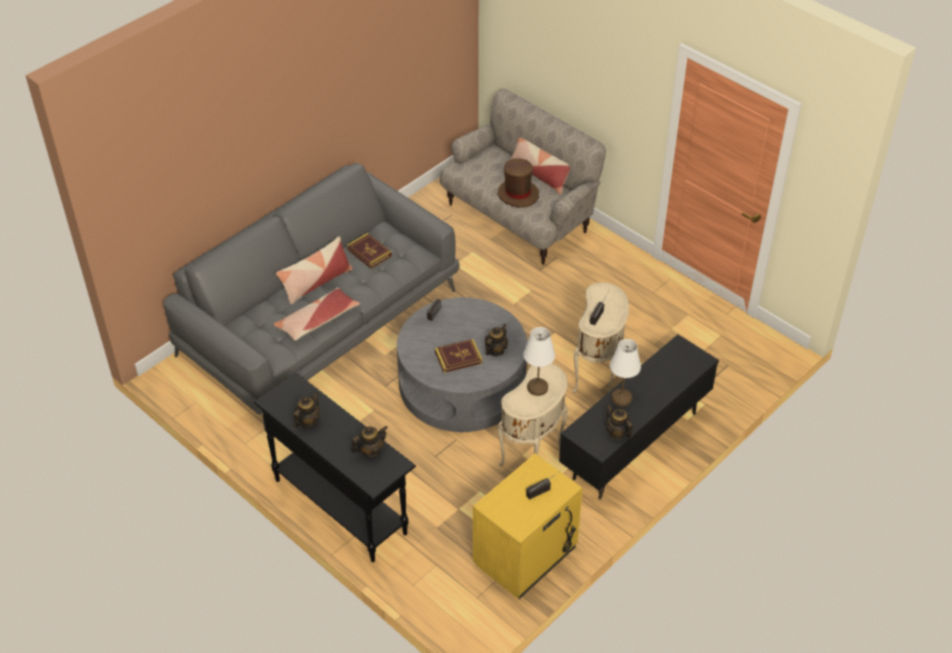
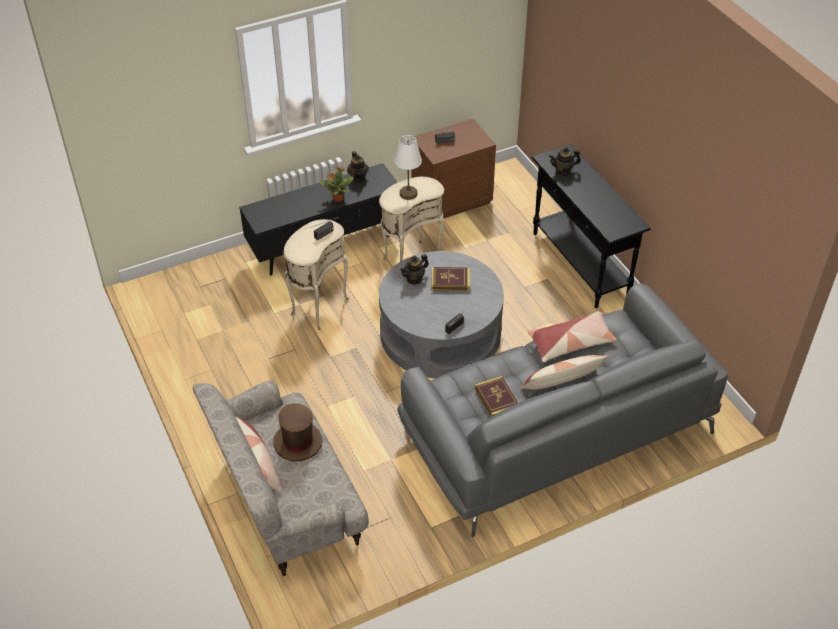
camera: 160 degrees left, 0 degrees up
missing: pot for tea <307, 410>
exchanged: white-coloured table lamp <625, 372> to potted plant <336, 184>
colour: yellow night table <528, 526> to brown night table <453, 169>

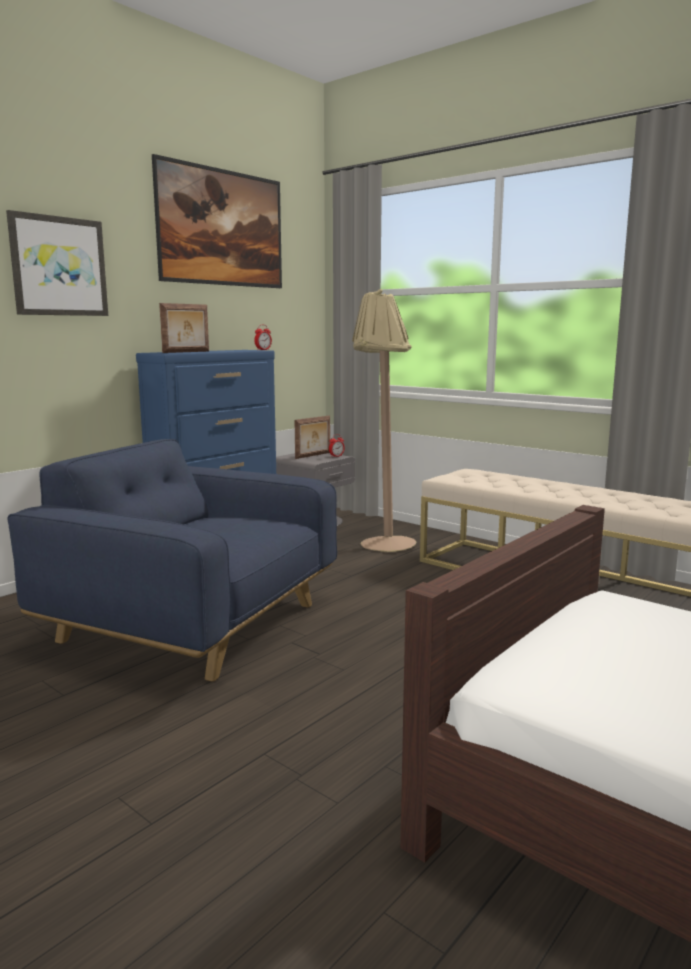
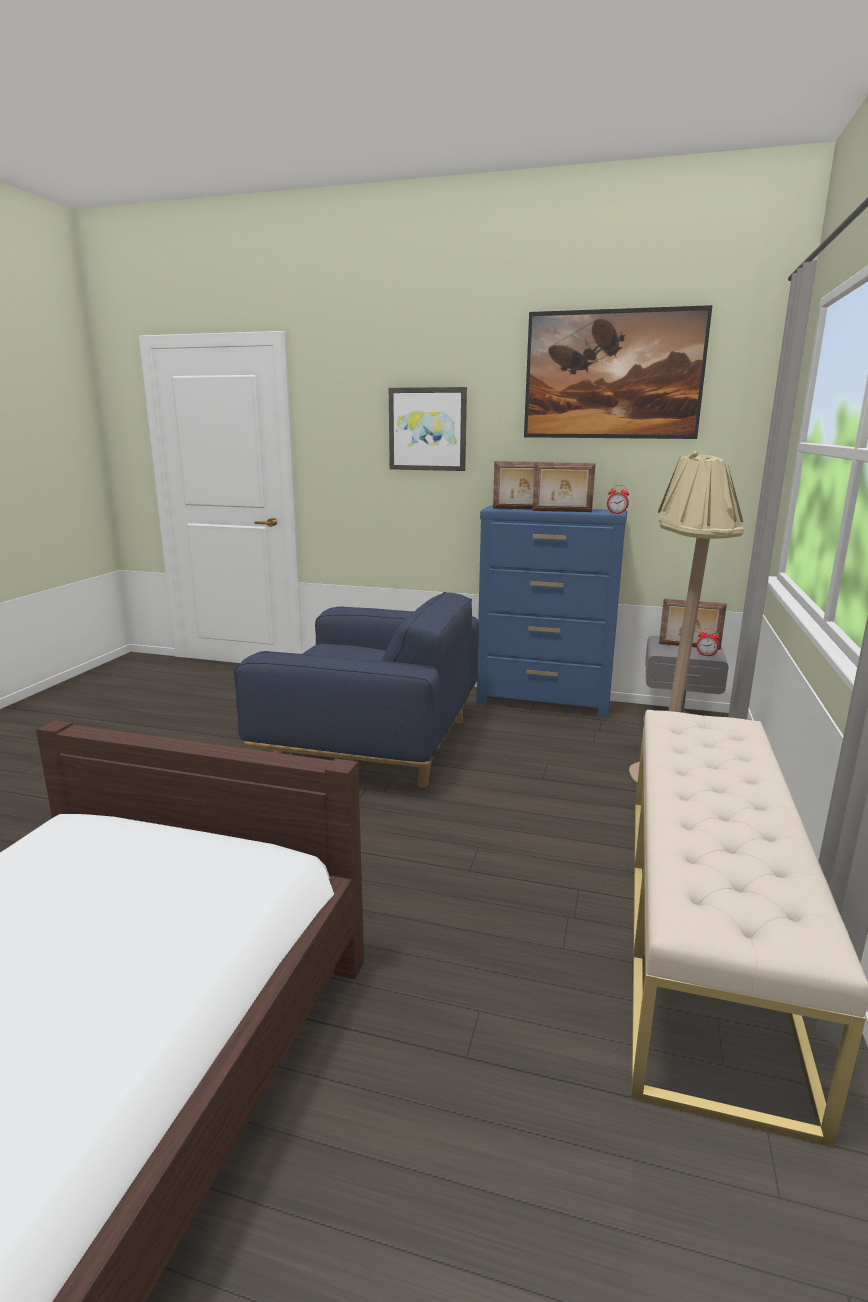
camera: 65 degrees right, 5 degrees up
appeared: standing frame <564, 487>
spun: blue easy chair <172, 560> = <356, 690> 105 degrees clockwise

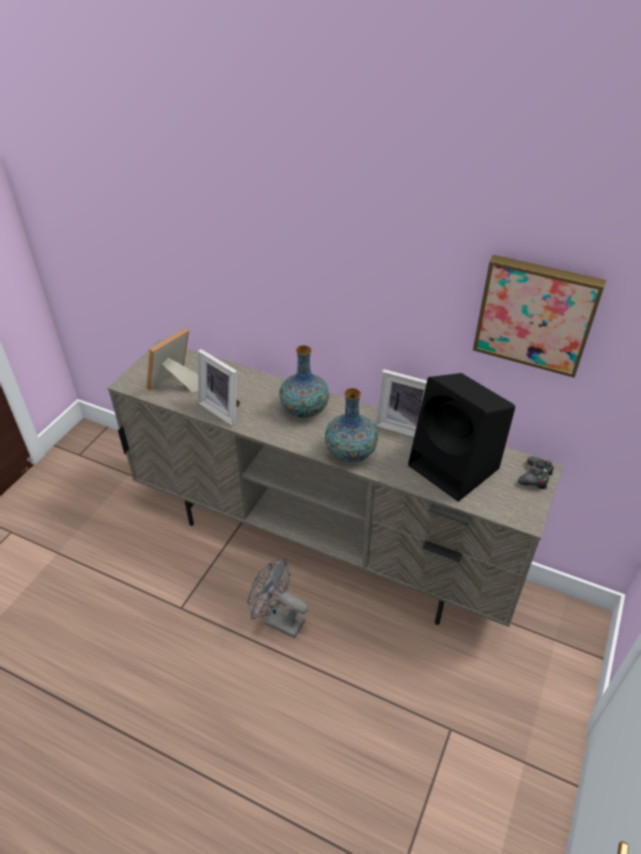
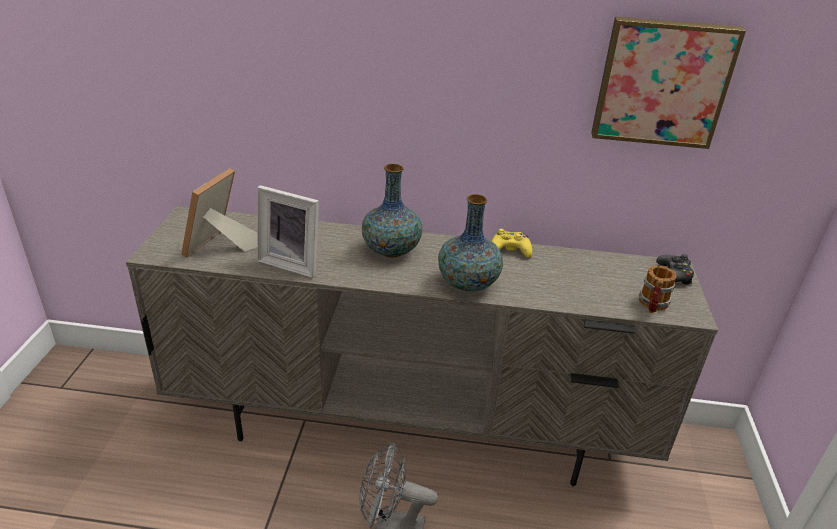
camera: 20 degrees left, 10 degrees down
missing: black speaker <461, 437>
appeared: coffee mug <658, 289>
exchanged: standing frame <401, 403> to yellow gamepad <512, 243>

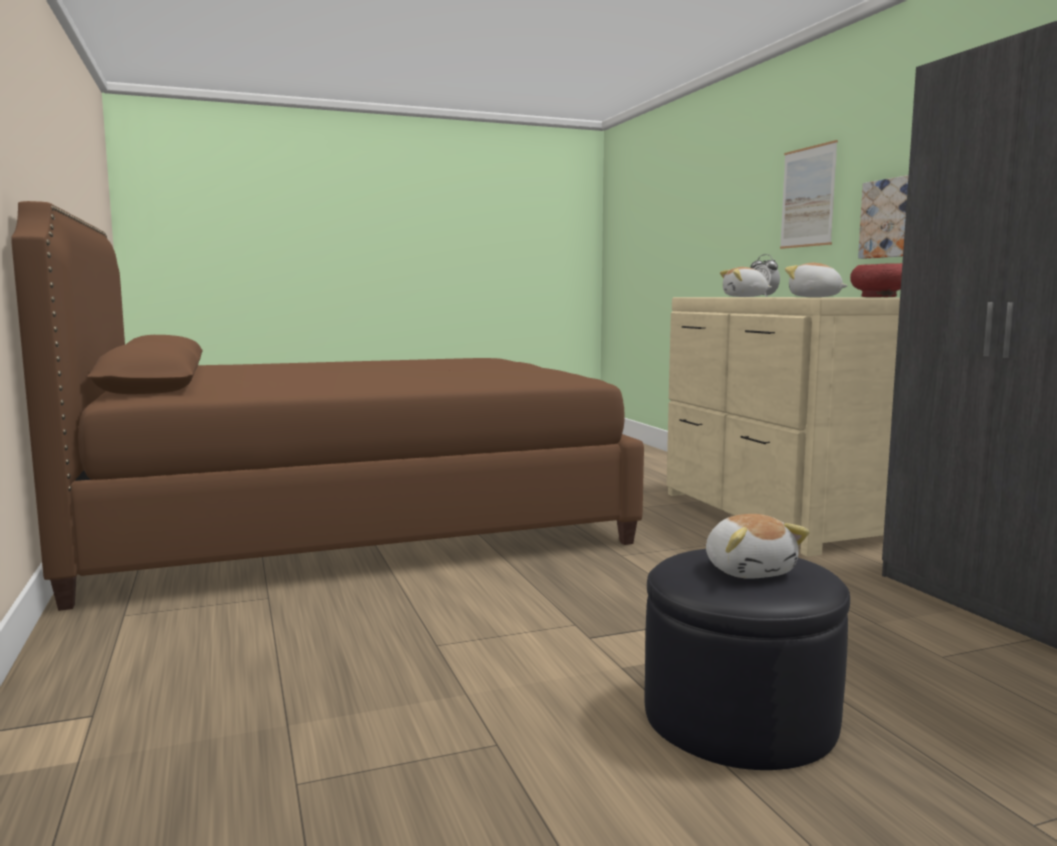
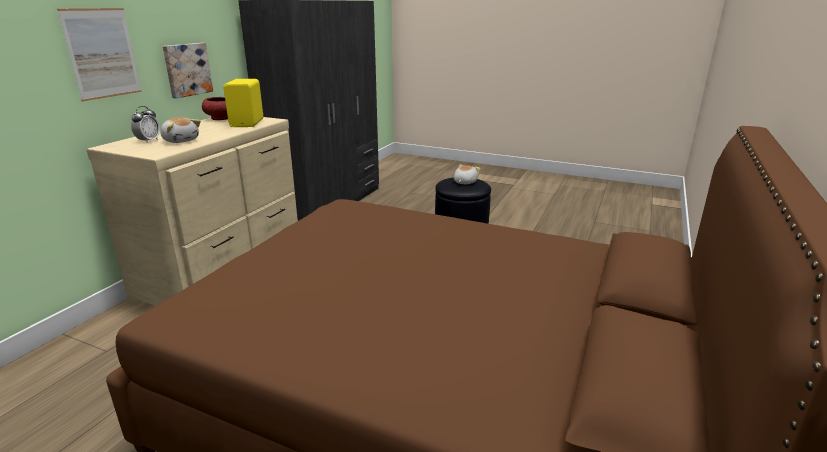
camera: 135 degrees left, 15 degrees up
exchanged: soft toy <816, 280> to yellow speaker <243, 103>

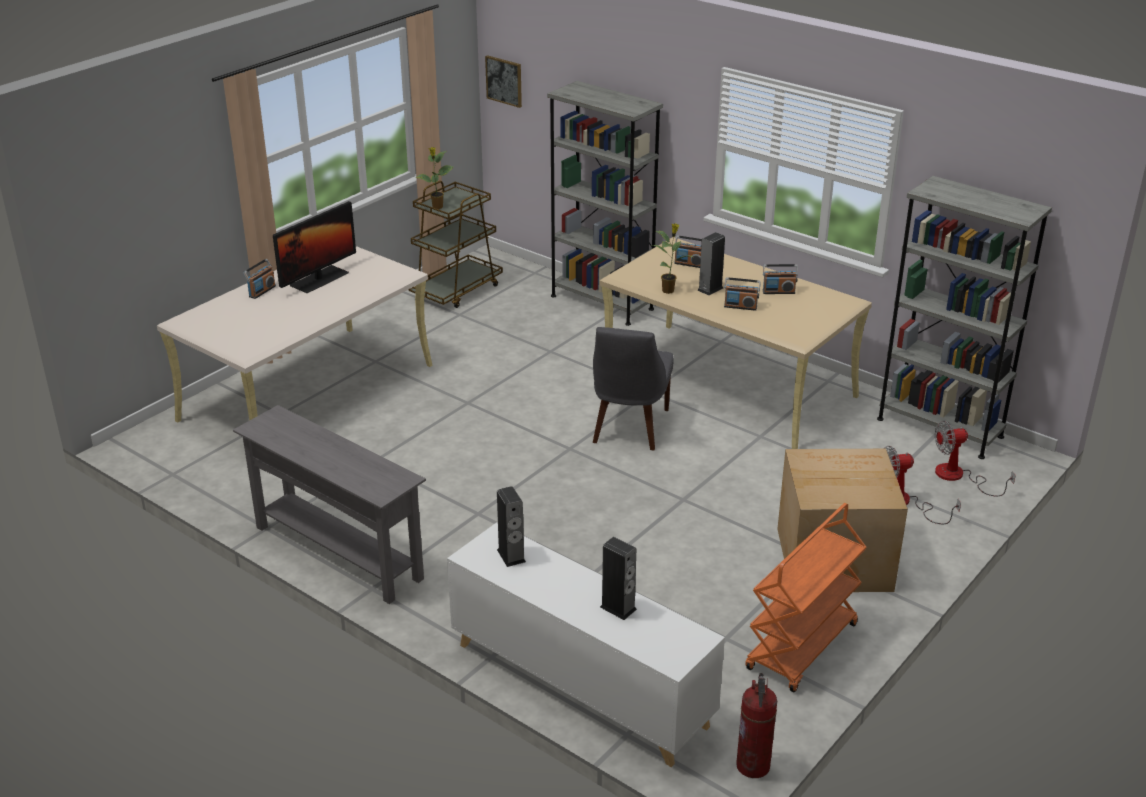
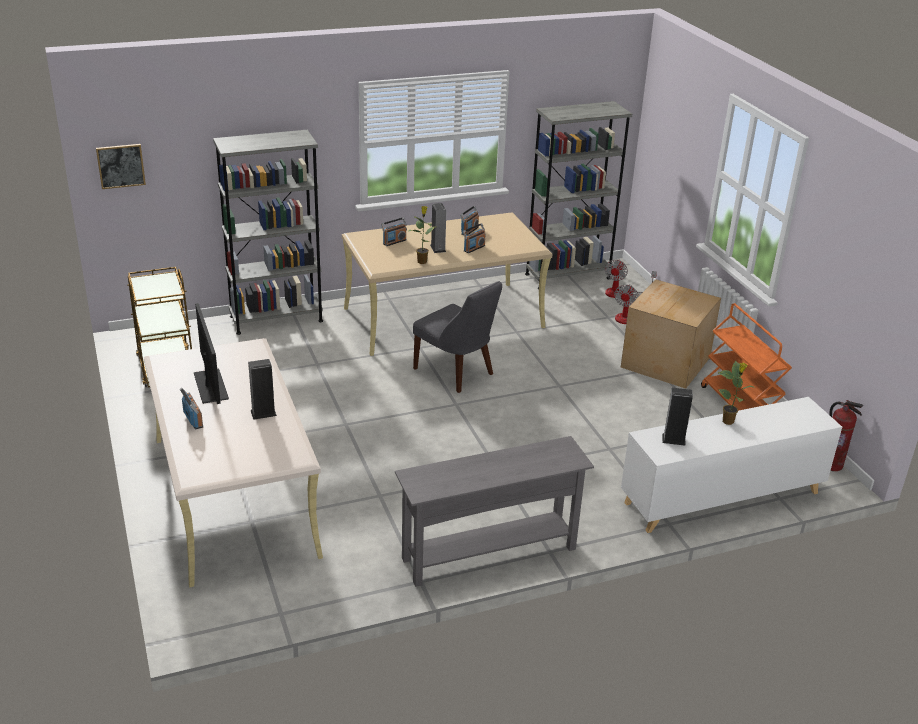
camera: 60 degrees left, 0 degrees up
relocated: speaker <618, 578> to <262, 389>; potted plant <434, 178> to <736, 393>

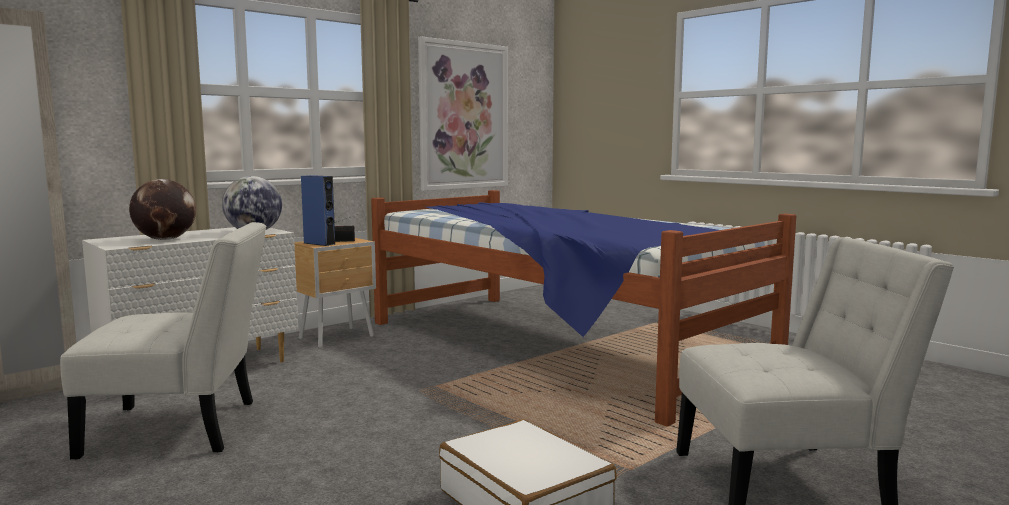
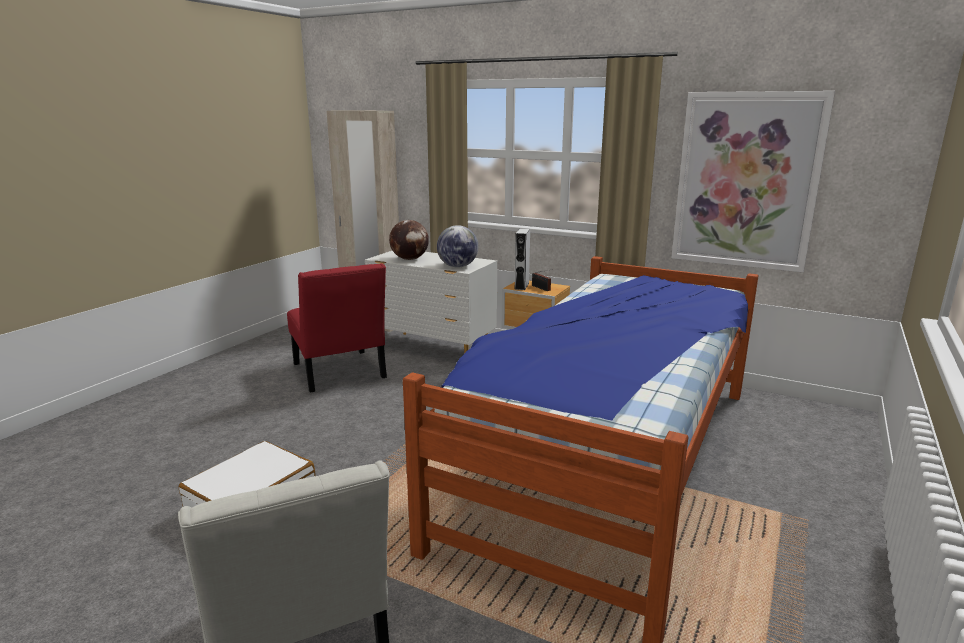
camera: 70 degrees right, 10 degrees up
colour: white-coloured chair <163, 340> to red chair <337, 328>; blue speaker <318, 210> to greyish speaker <522, 259>

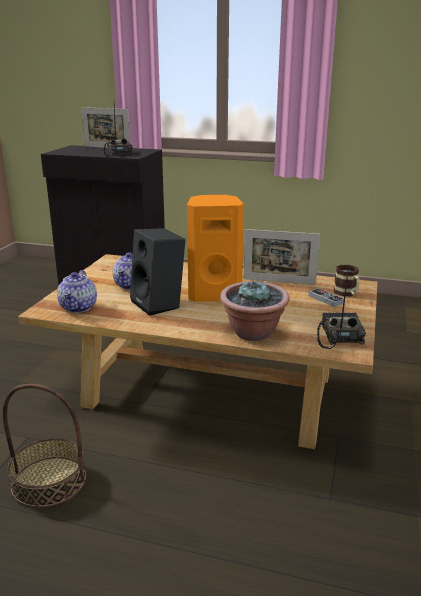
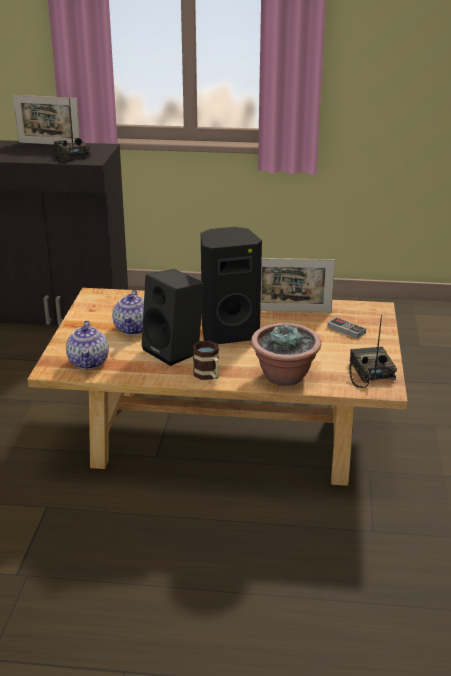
camera: 10 degrees left, 5 degrees up
missing: household basket <44, 446>
relocated: coffee mug <347, 280> to <206, 360>
colour: orange-coloured speaker <215, 248> to black speaker <231, 285>

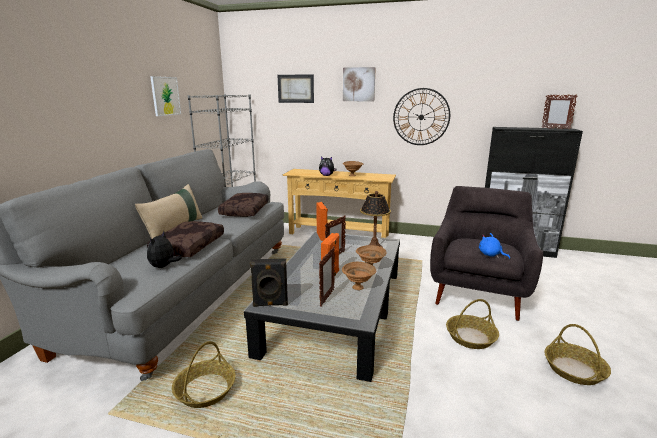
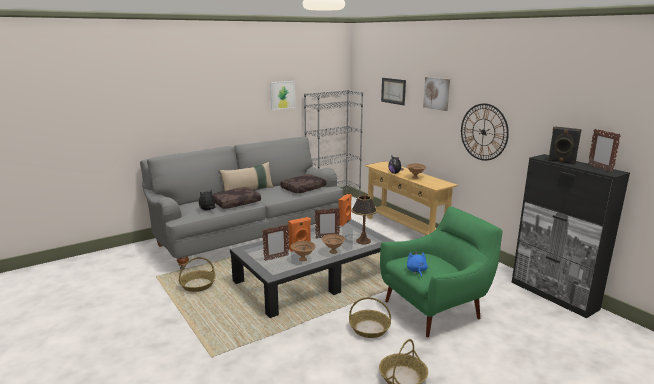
camera: 40 degrees right, 0 degrees up
relocated: black speaker <269, 282> to <565, 145>
colour: greyish easy chair <486, 253> to green easy chair <441, 271>

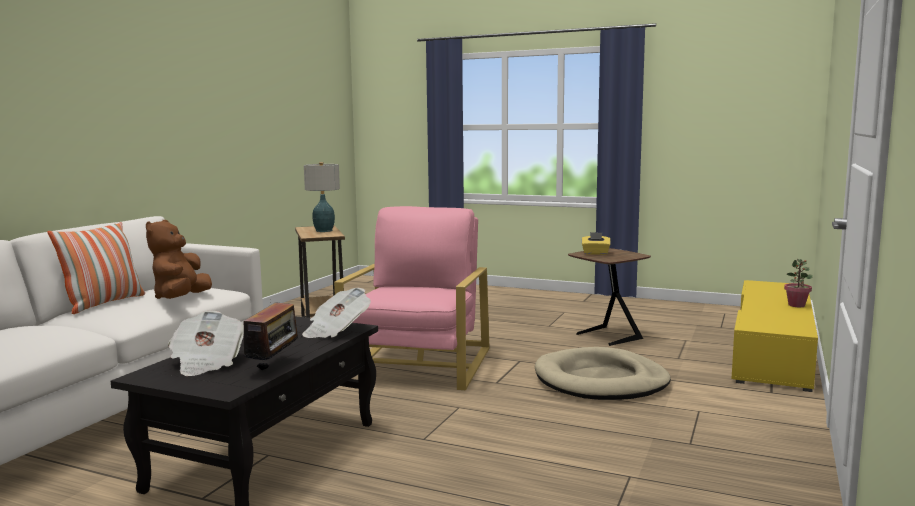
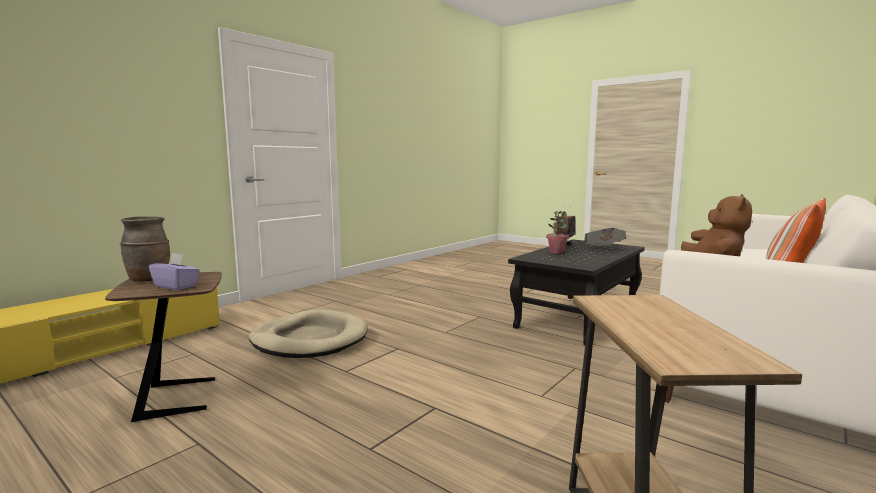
camera: 165 degrees left, 0 degrees up
missing: printed paper <336, 313>; table lamp <322, 197>; pink-coloured easy chair <412, 298>
appeared: brown vase <144, 249>
relocated: potted plant <798, 283> to <557, 232>
colour: yellow tissue box <596, 243> to purple-coloured tissue box <174, 271>

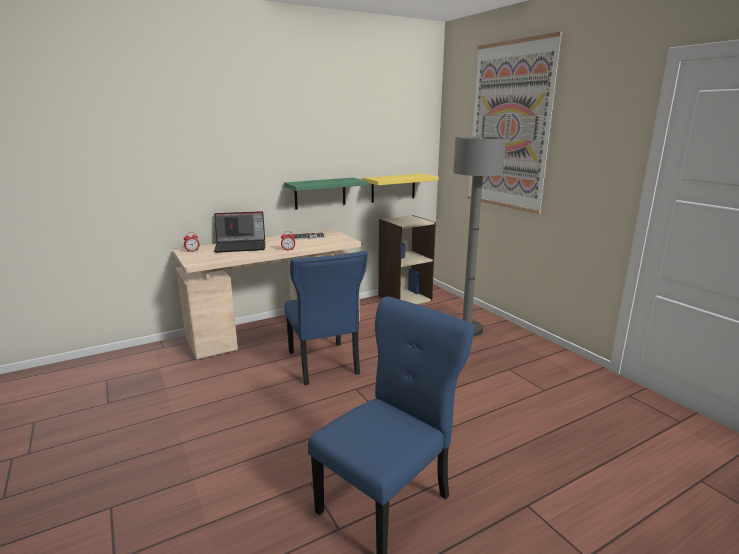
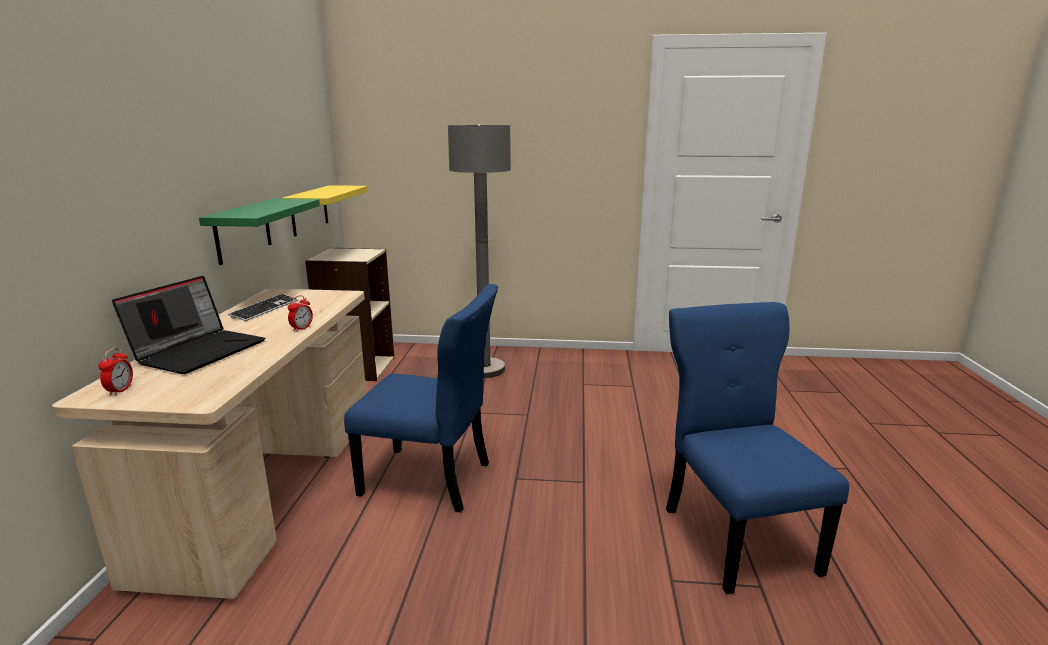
camera: 55 degrees left, 0 degrees up
missing: picture <514, 122>

